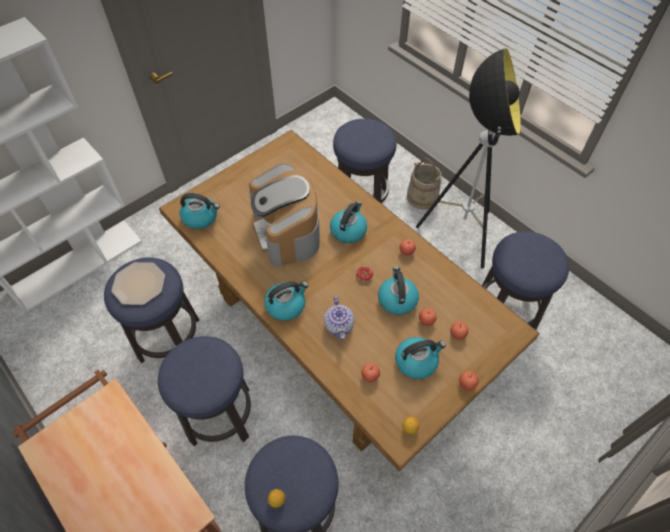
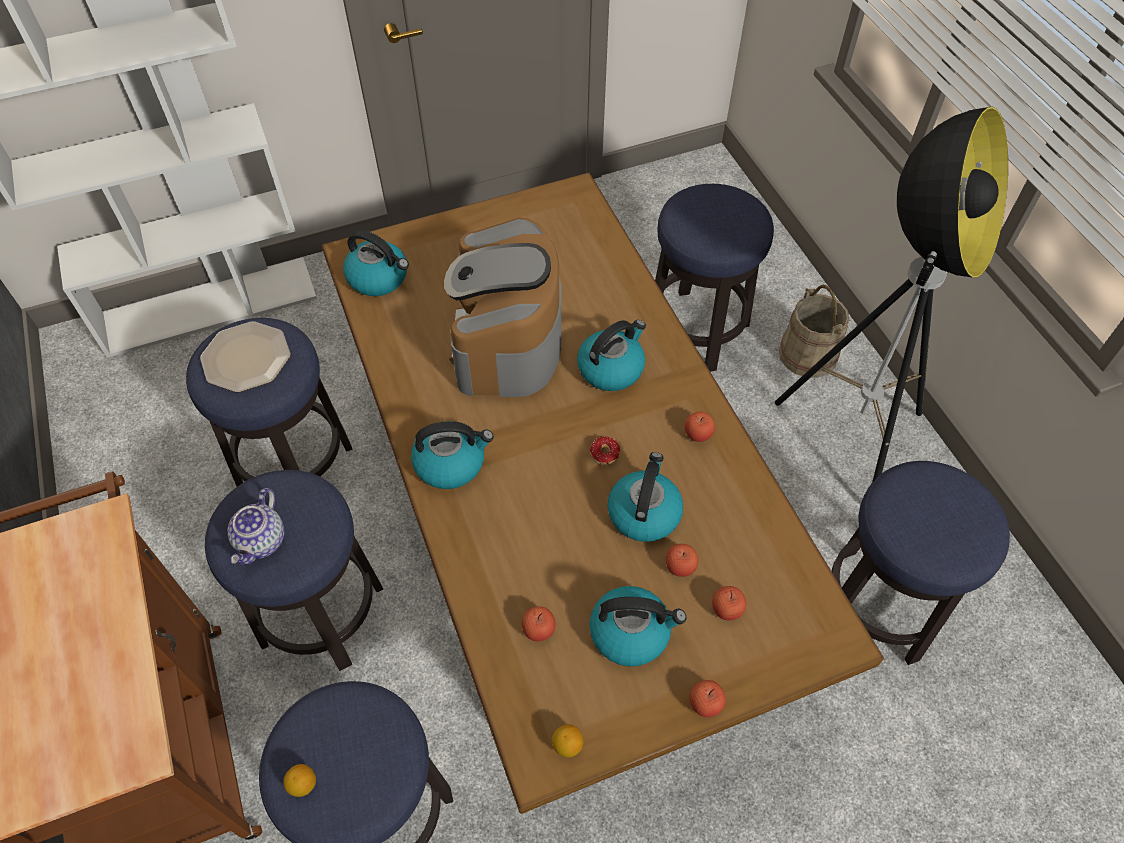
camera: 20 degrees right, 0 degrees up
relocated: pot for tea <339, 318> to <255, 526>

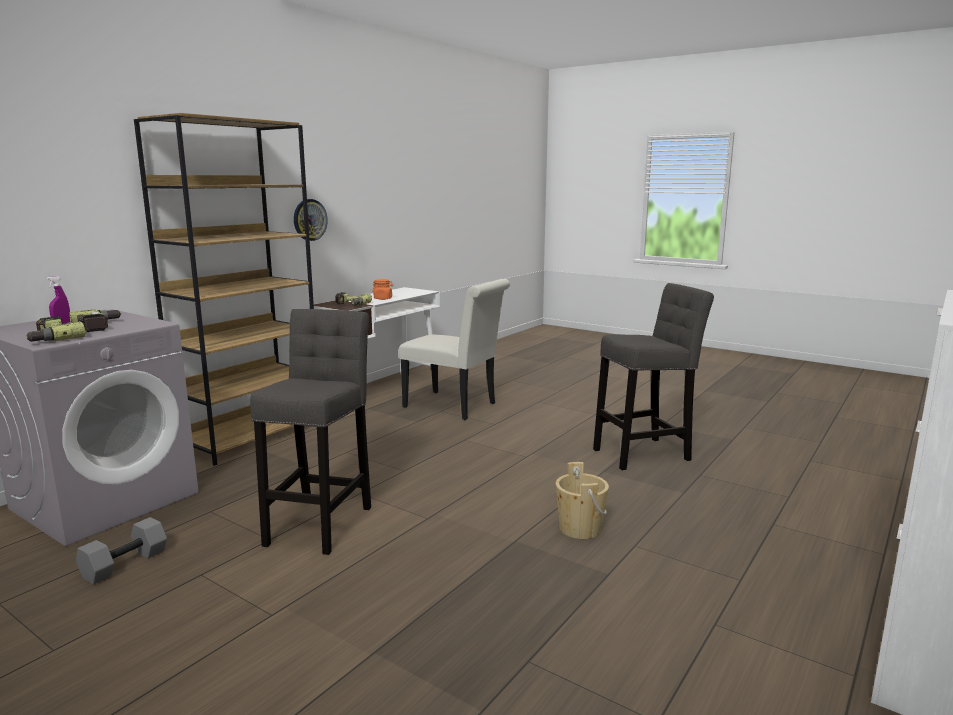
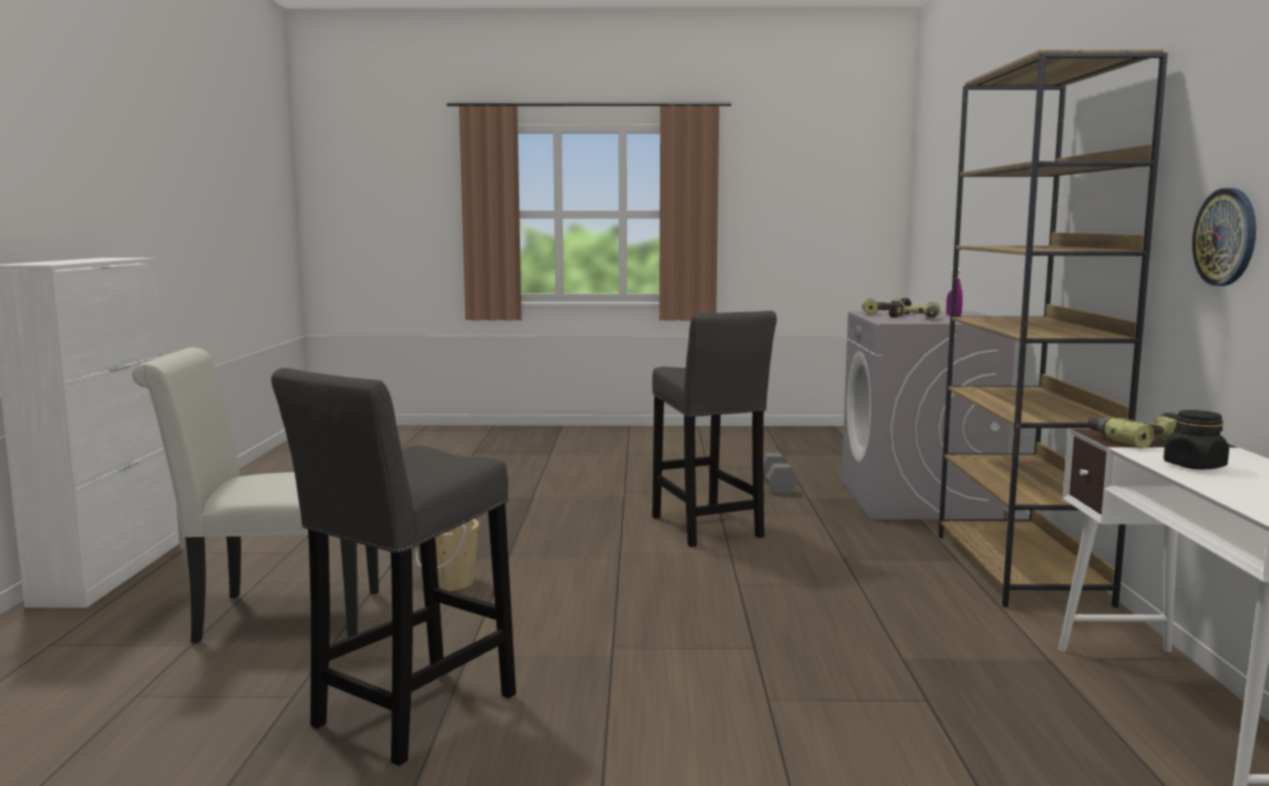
camera: 145 degrees right, 5 degrees down
relocated: white-coloured chair <454, 349> to <255, 495>
colour: orange-coloured jar <383, 289> to black jar <1196, 440>

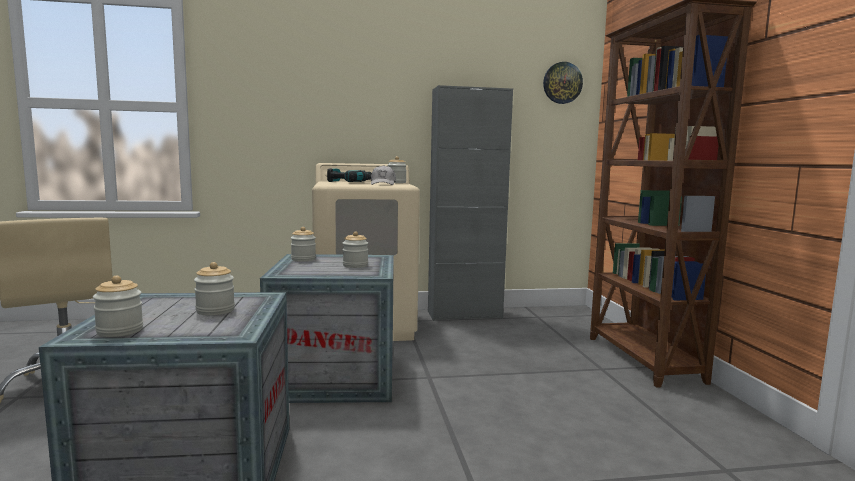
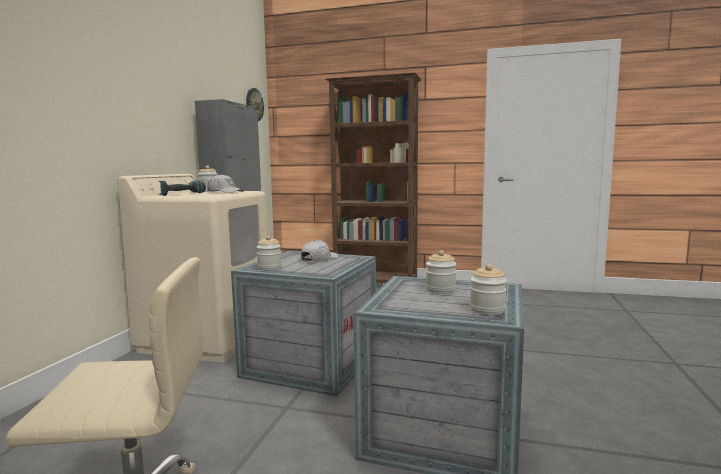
camera: 65 degrees left, 0 degrees up
exchanged: jar <355, 249> to white-coloured cap <319, 250>

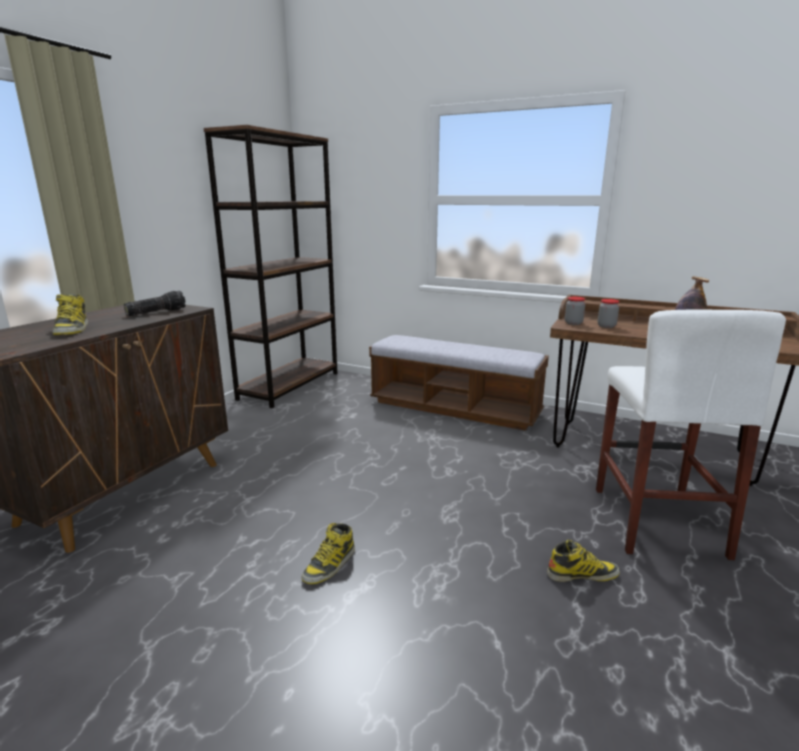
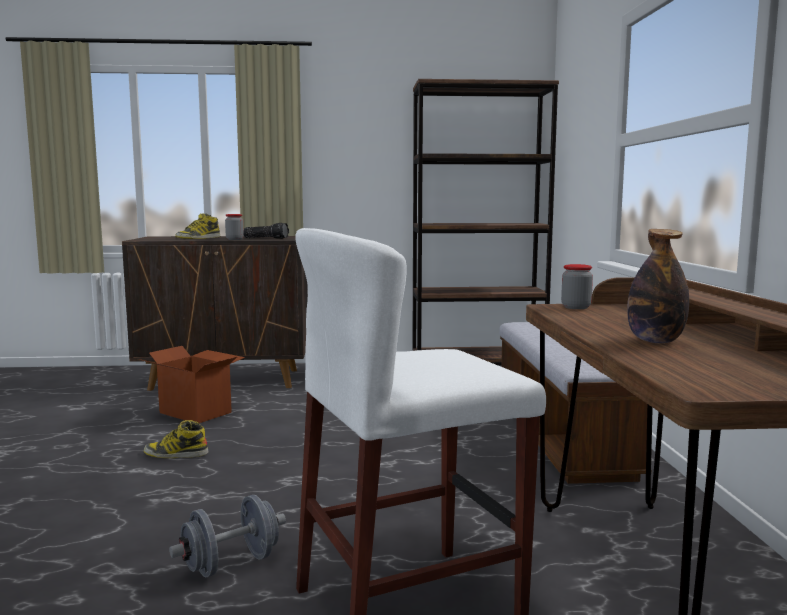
camera: 60 degrees right, 10 degrees down
appeared: packing box <192, 384>
relocated: jar <608, 313> to <234, 227>
exchanged: boot <583, 561> to greyish dumbbell <227, 536>

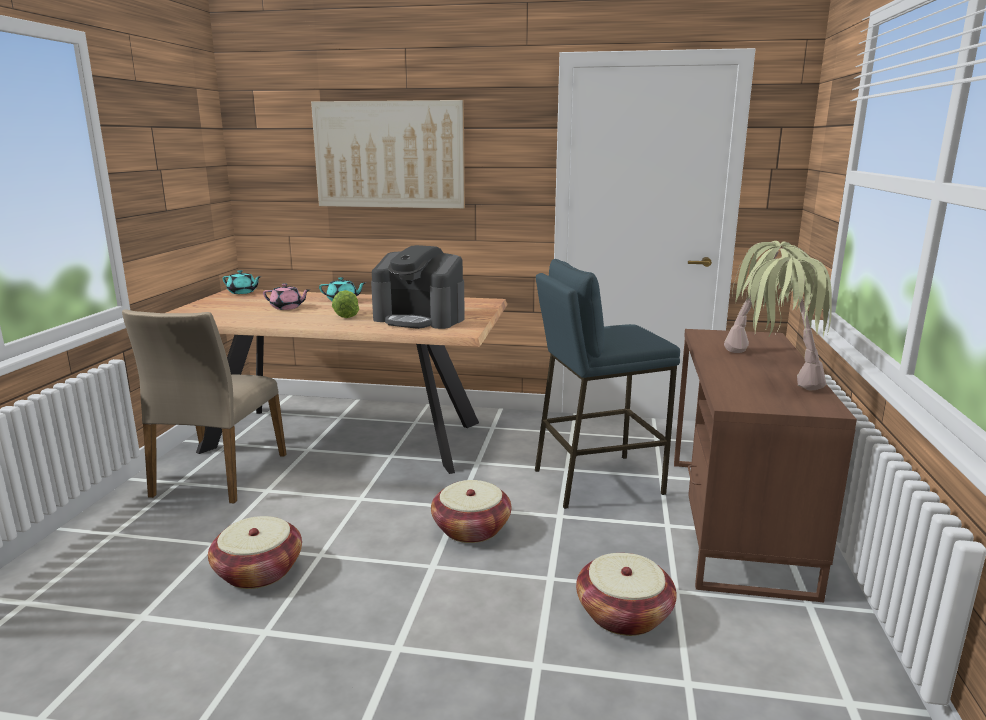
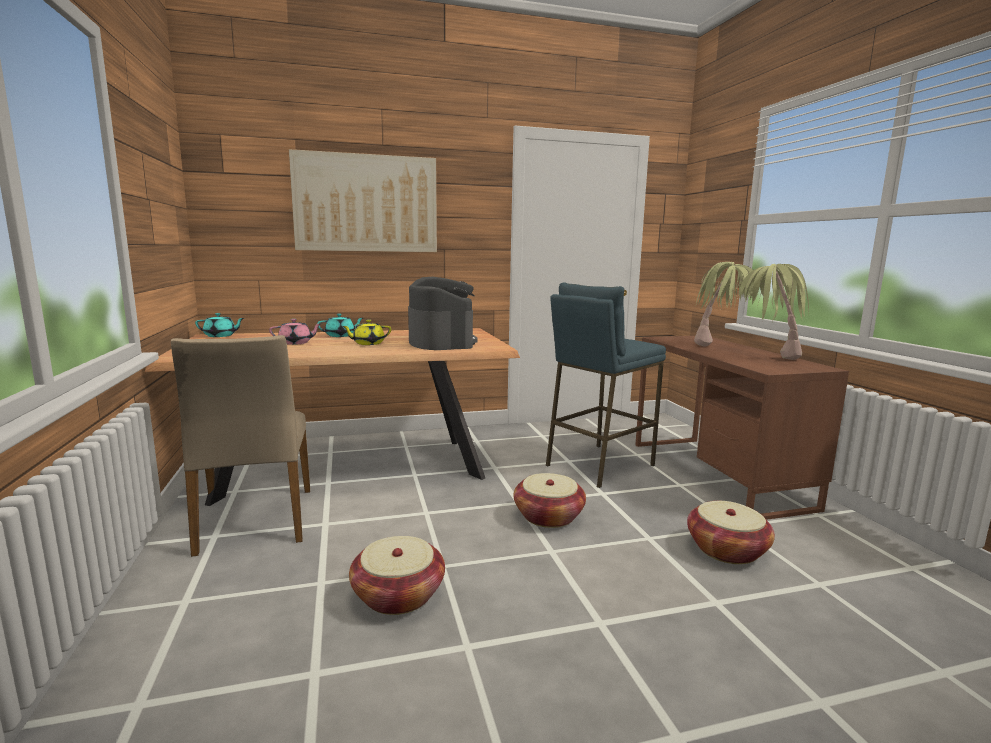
camera: 25 degrees left, 5 degrees down
exchanged: lettuce <345, 304> to yellow pot for tea <366, 332>
spun: coffee maker <418, 287> = <443, 313> 105 degrees counterclockwise

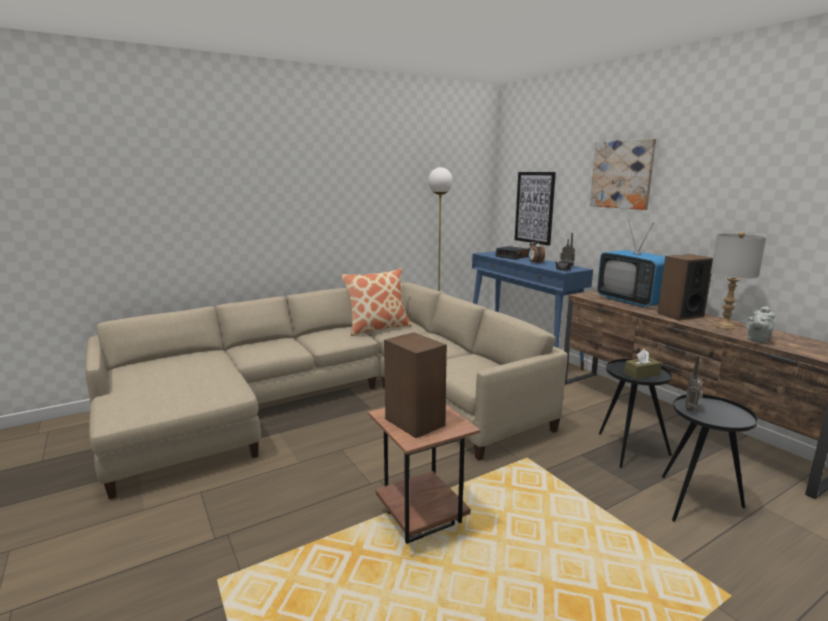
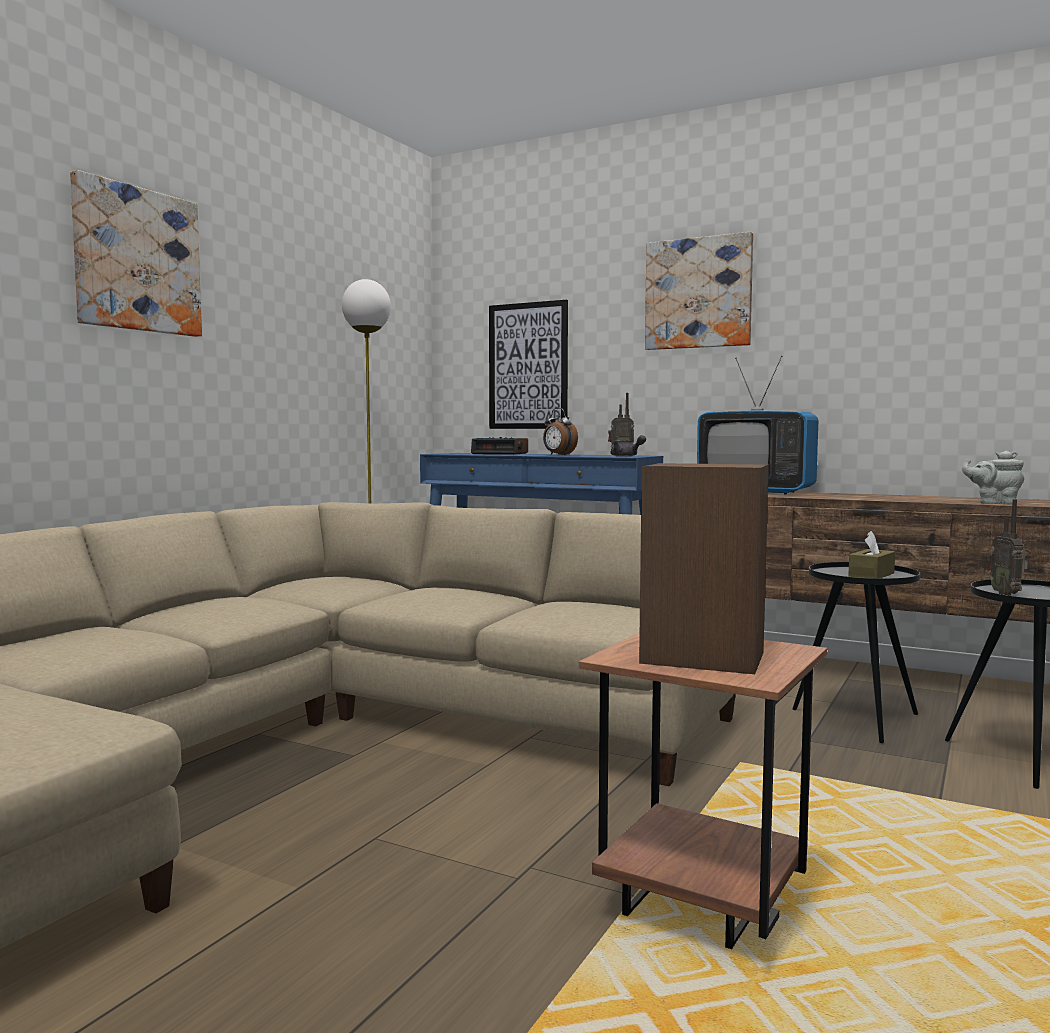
camera: 30 degrees left, 10 degrees down
missing: cushion <376, 302>; speaker <685, 287>; greyish table lamp <738, 281>
appeared: picture <136, 253>
spun: greyish pot for tea <760, 324> = <993, 477> 90 degrees clockwise

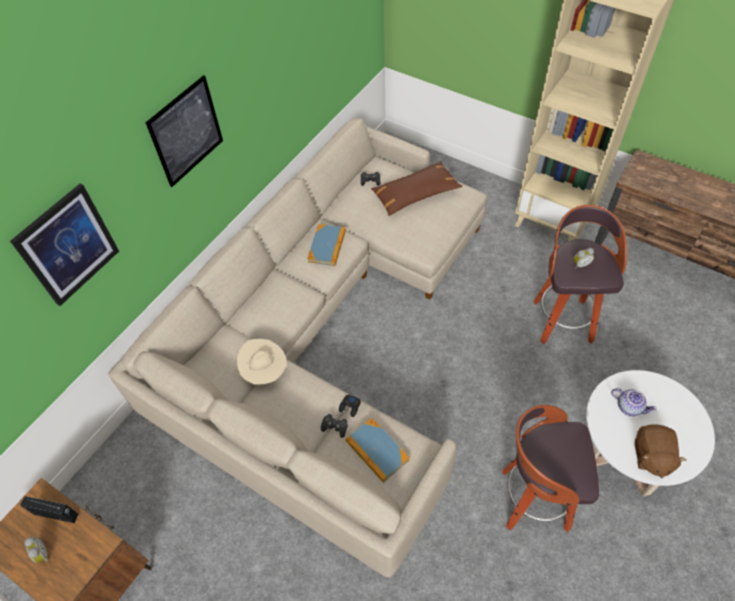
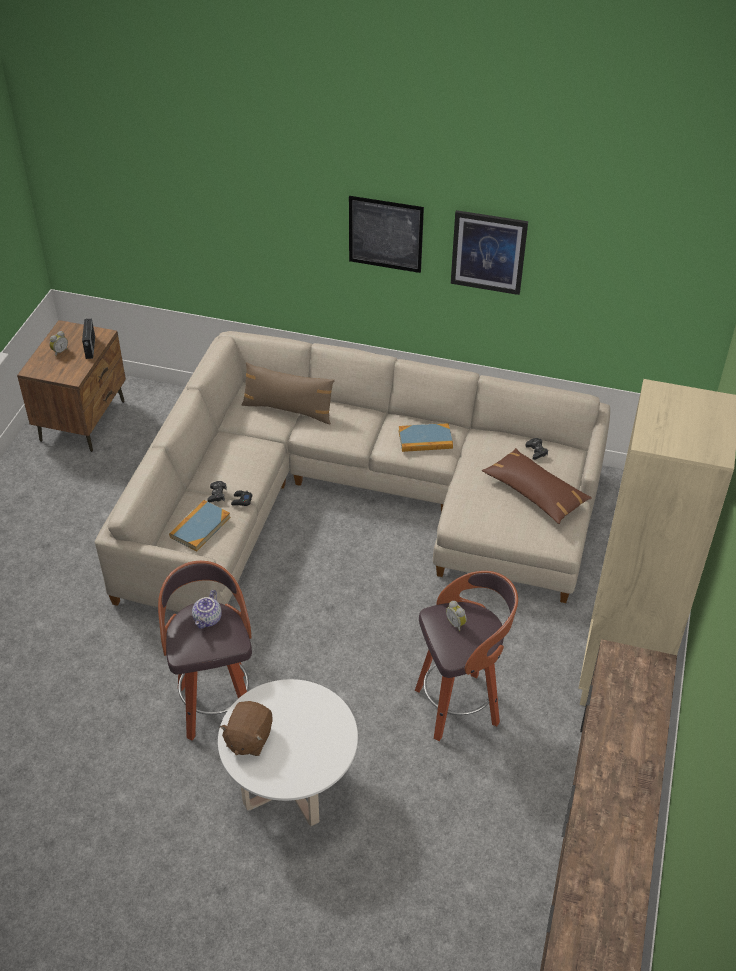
camera: 70 degrees right, 10 degrees down
missing: beige-coloured hat <262, 361>
appeared: brown cushion <288, 393>
relocated: pot for tea <634, 402> to <207, 609>; picture <64, 244> to <489, 252>
spun: brown soft toy <660, 451> = <246, 728> 60 degrees counterclockwise

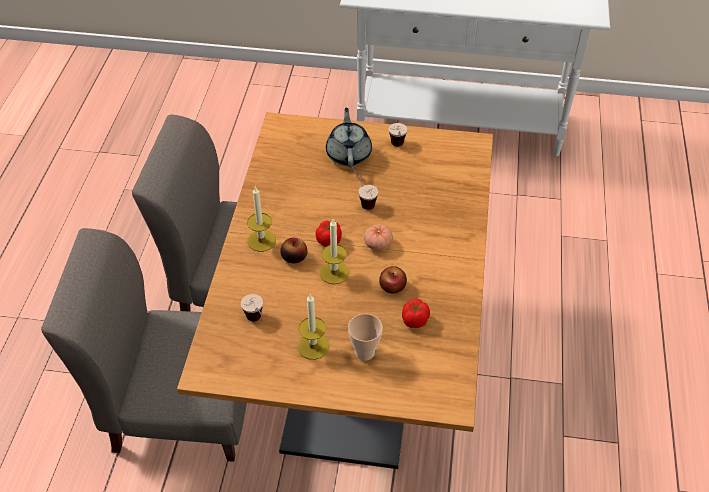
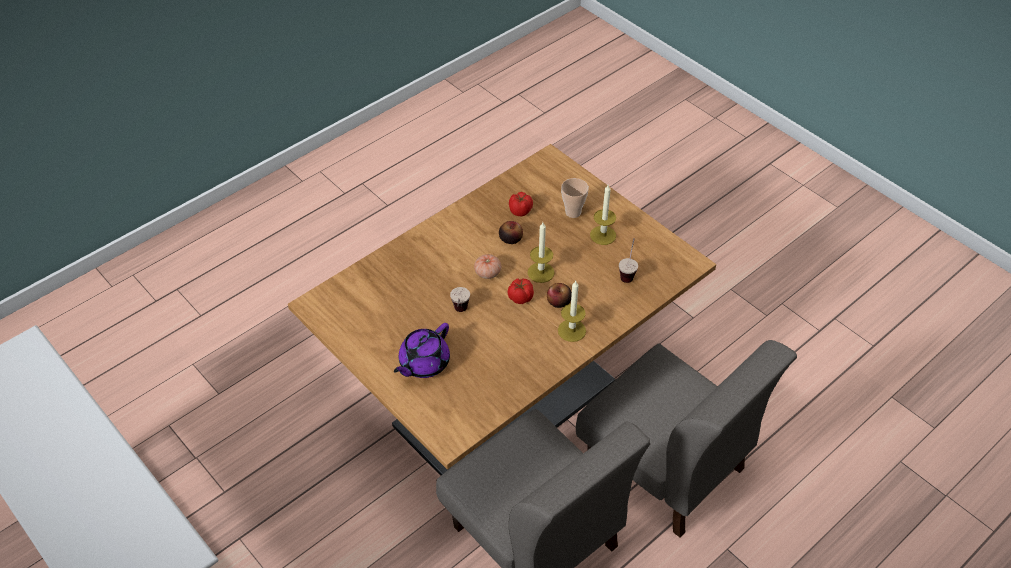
camera: 140 degrees left, 0 degrees up
missing: drinking cup <398, 135>
colour: greyish pot for tea <349, 137> to purple-coloured pot for tea <422, 350>

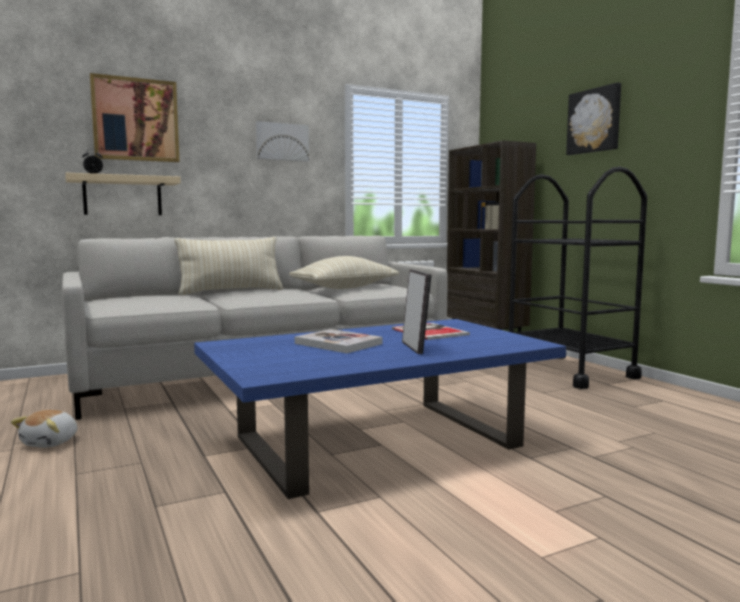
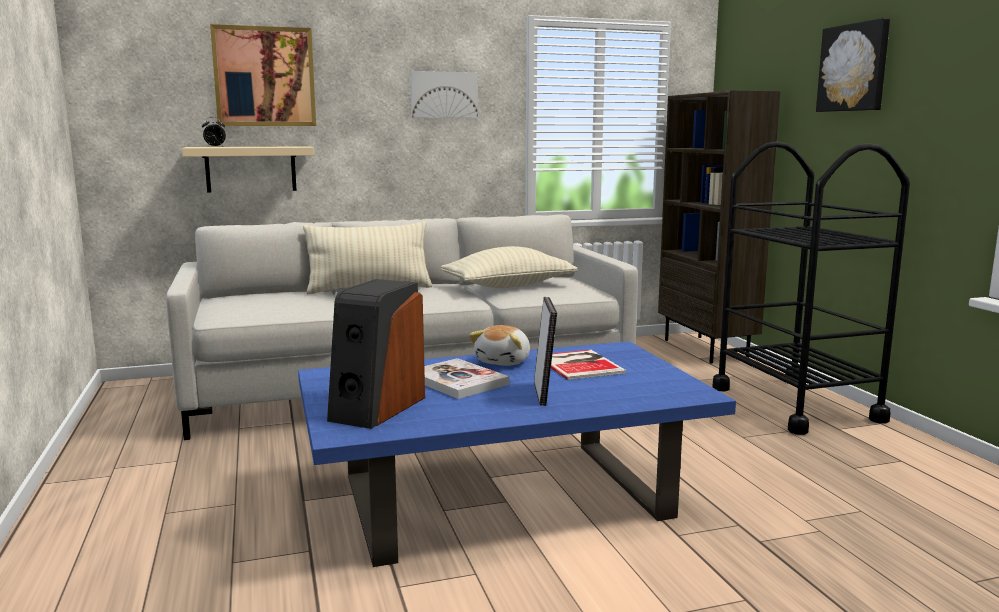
camera: 10 degrees right, 5 degrees up
appeared: speaker <376, 354>
relocated: soft toy <44, 429> to <499, 345>

